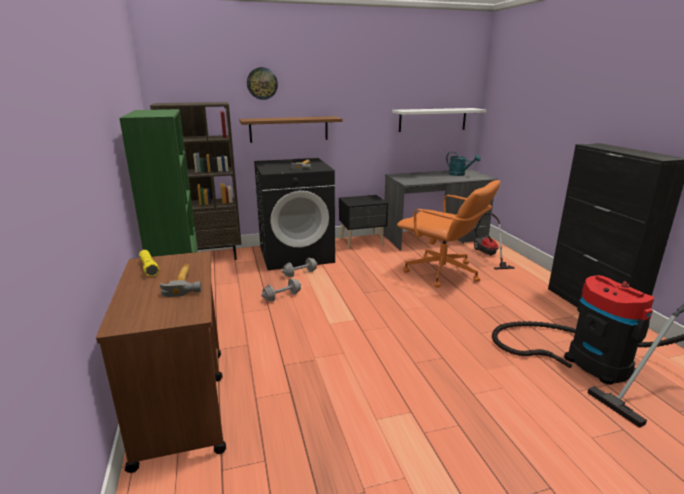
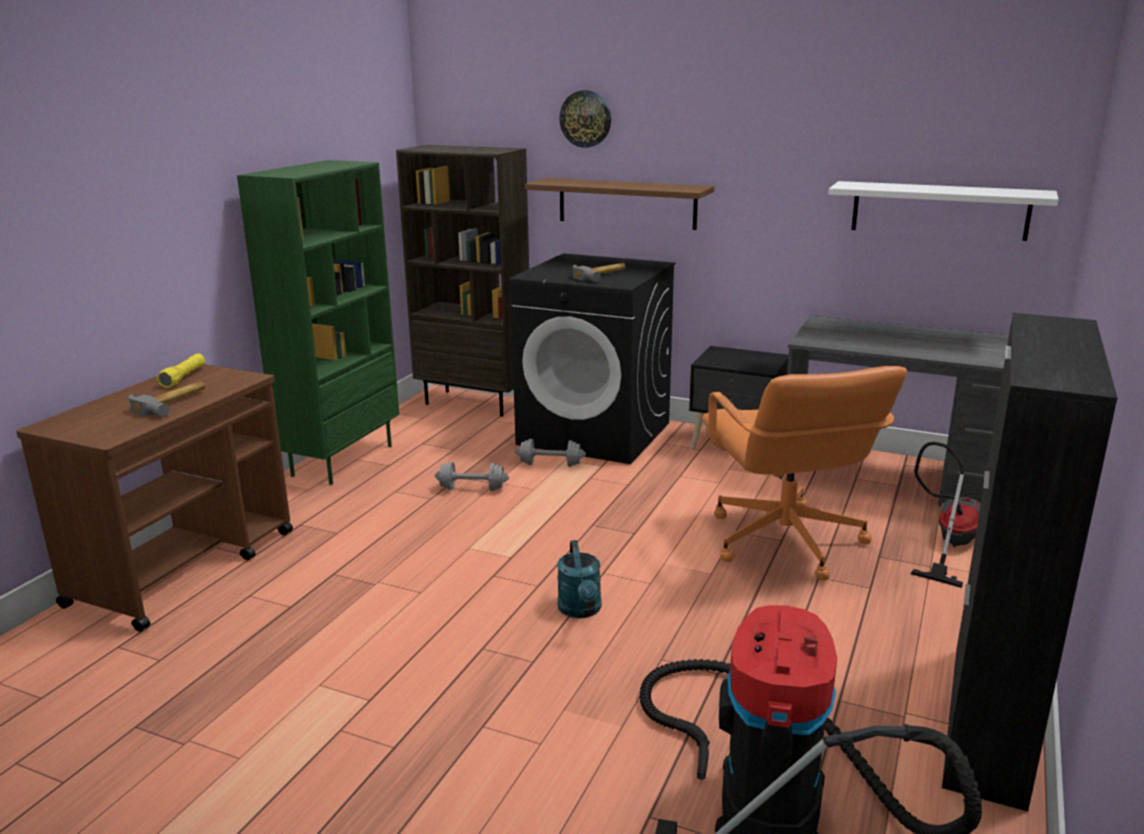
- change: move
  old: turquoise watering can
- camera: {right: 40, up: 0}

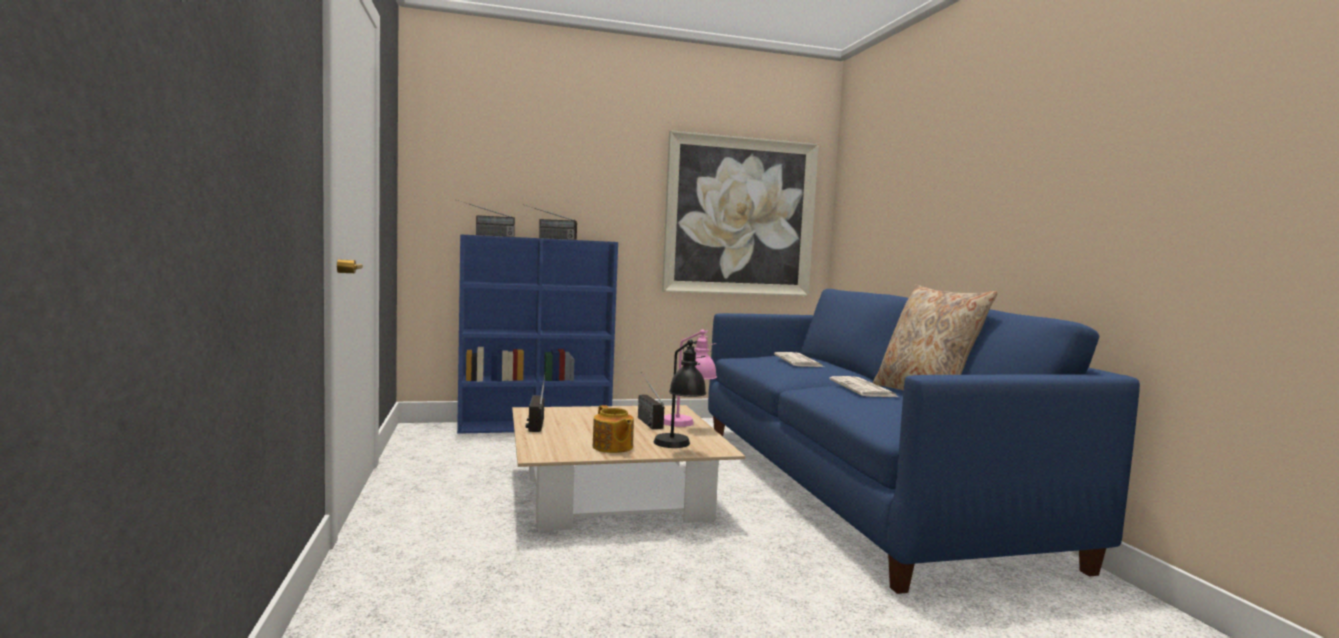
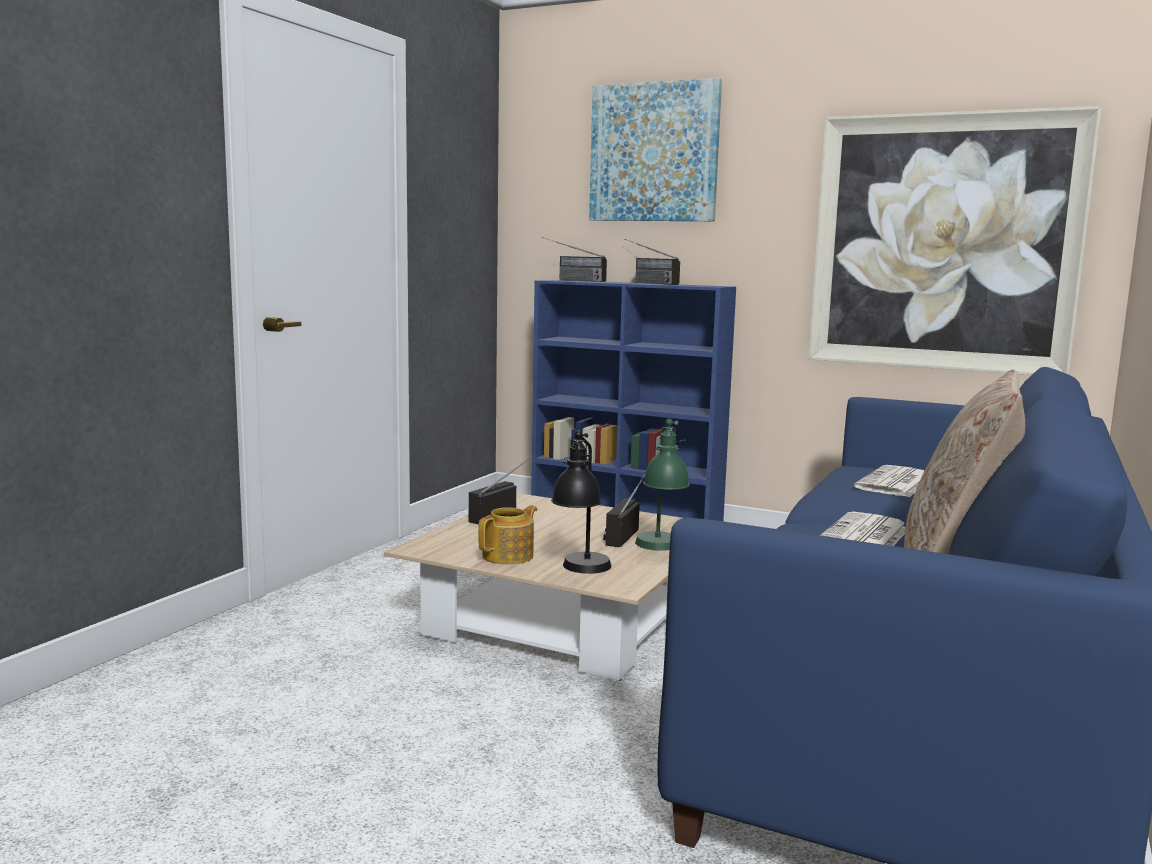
- change: rotate
  old: teapot
  degrees: -150
- change: insert
  new: picture (1st from left)
- change: recolor
  old: pink table lamp
  new: green table lamp
- camera: {right: 40, up: 5}

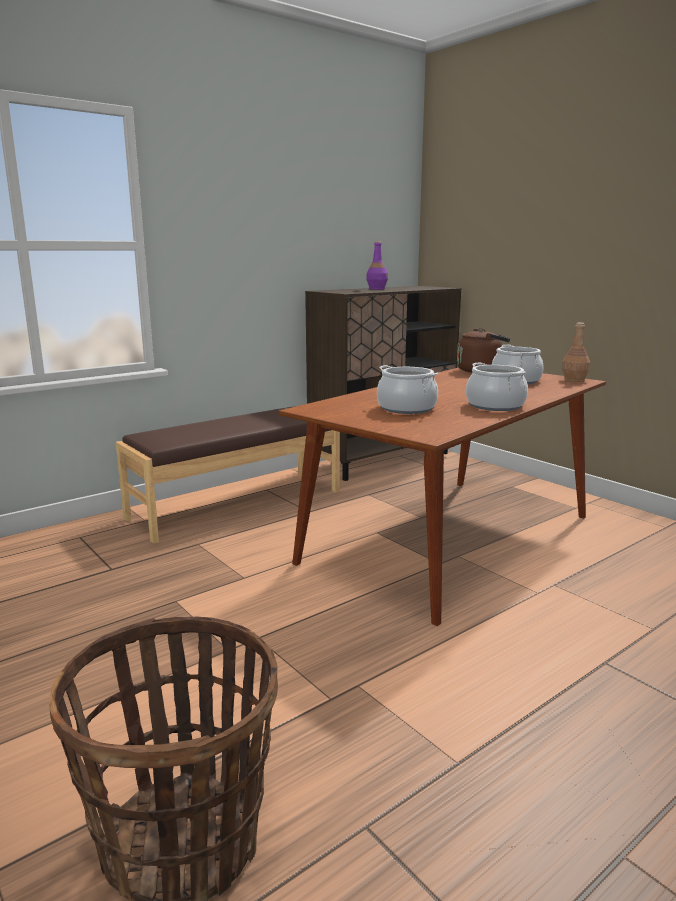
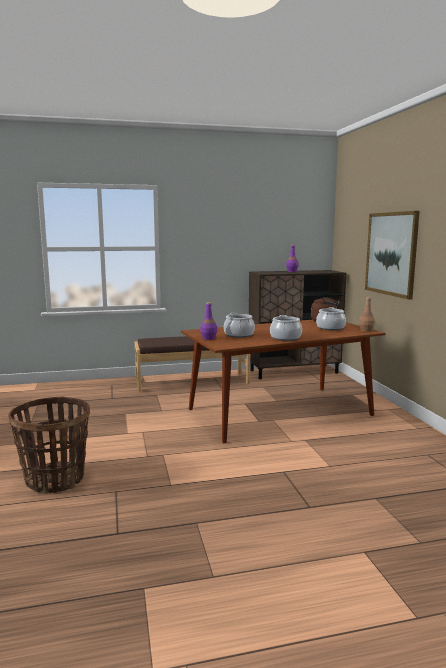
- change: insert
  new: purple bottle (1st from left)
- change: insert
  new: picture
- camera: {right: 25, up: -5}

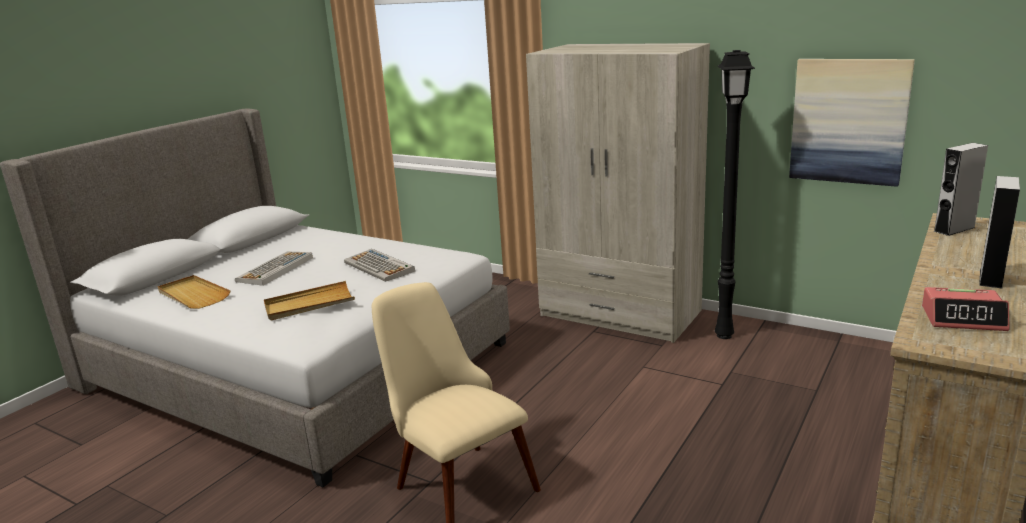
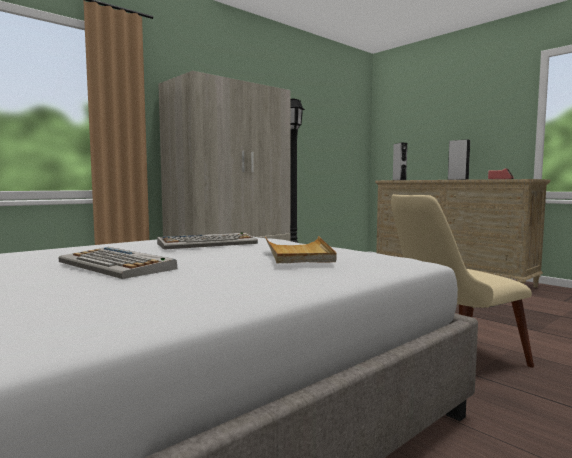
- change: delete
  old: beige tray (1st from left)
- change: delete
  old: picture
- camera: {right: -75, up: -15}

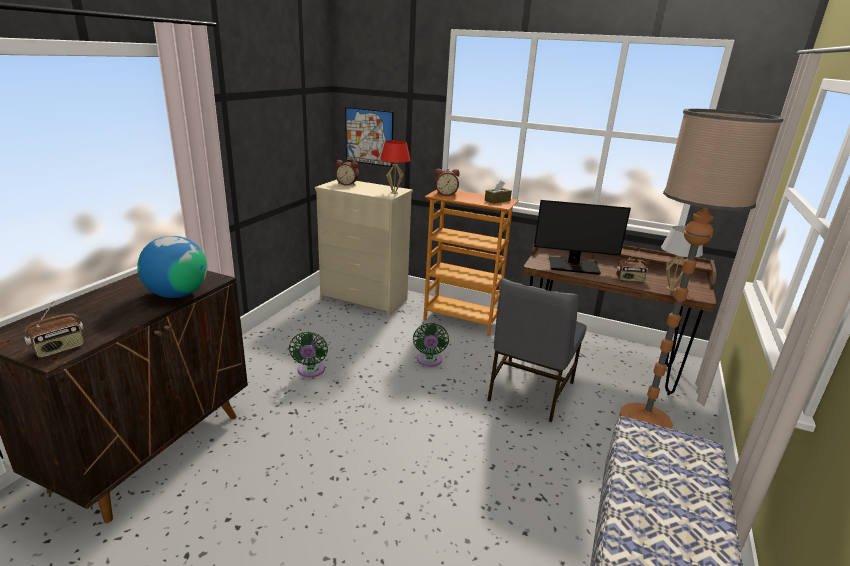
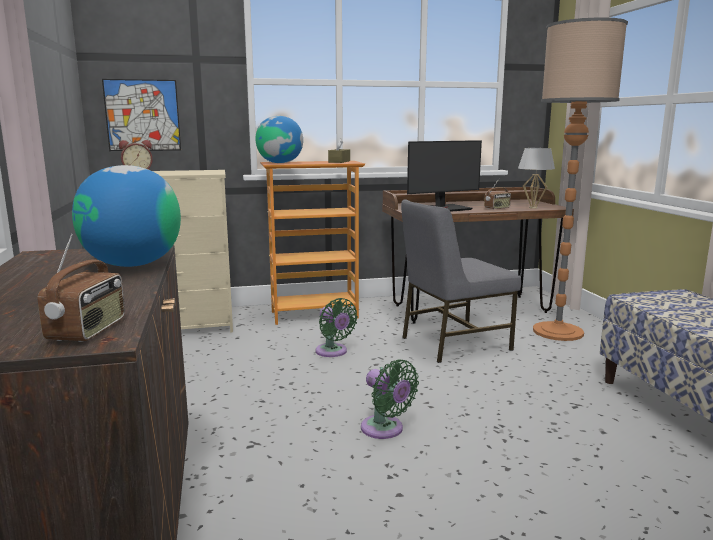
- change: replace
  old: alarm clock (2nd from left)
  new: globe (2nd from left)
- change: move
  old: green fan (1st from left in the first image)
  new: green fan (2nd from left)
- change: rotate
  old: grey chair
  degrees: 75
- change: delete
  old: red table lamp
- camera: {right: -35, up: -10}

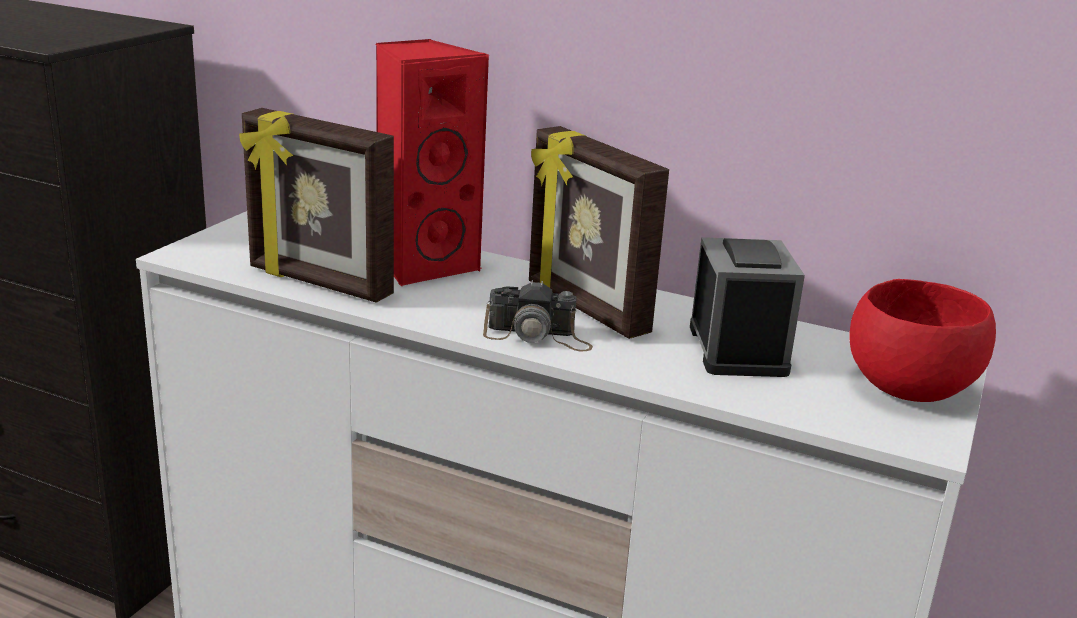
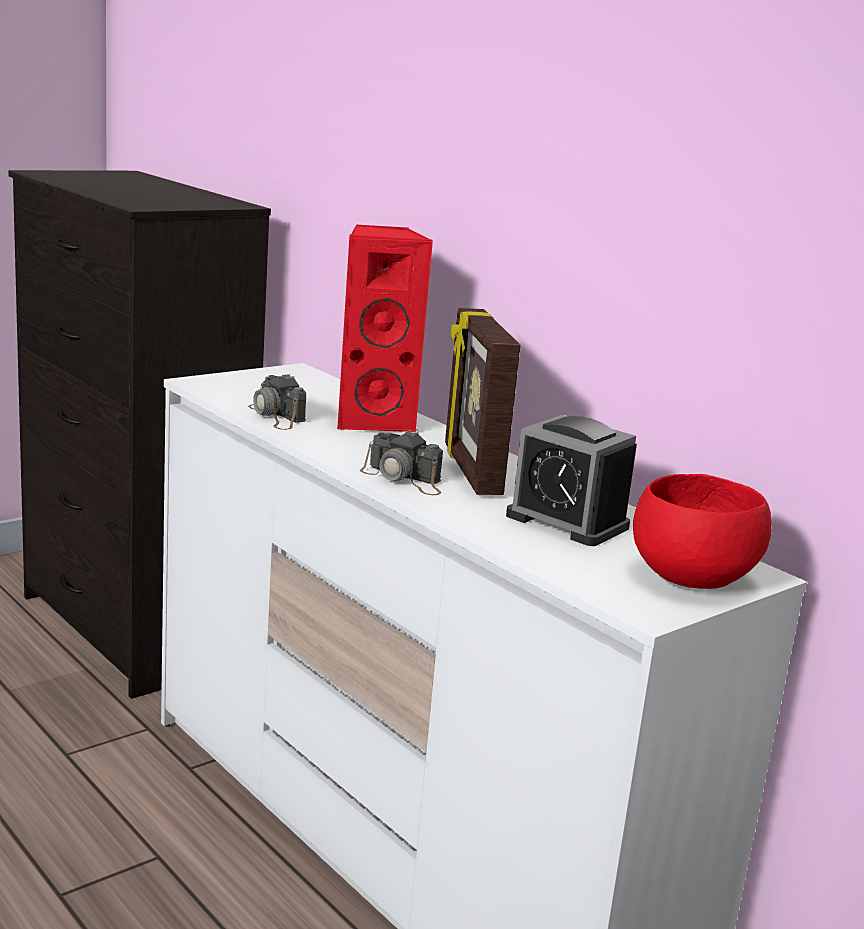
- change: replace
  old: picture frame (1st from left)
  new: photo camera (1st from left)
- change: rotate
  old: alarm clock
  degrees: 105
- camera: {right: 25, up: -5}

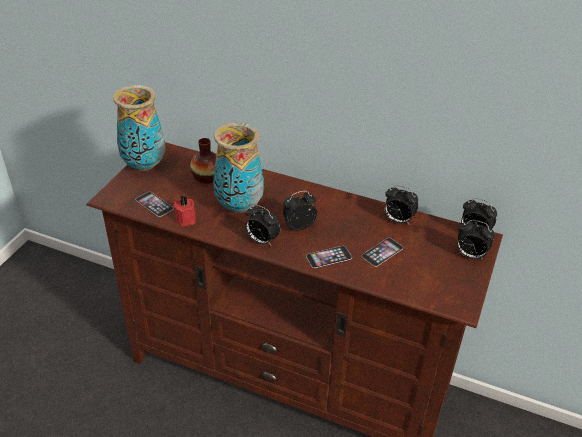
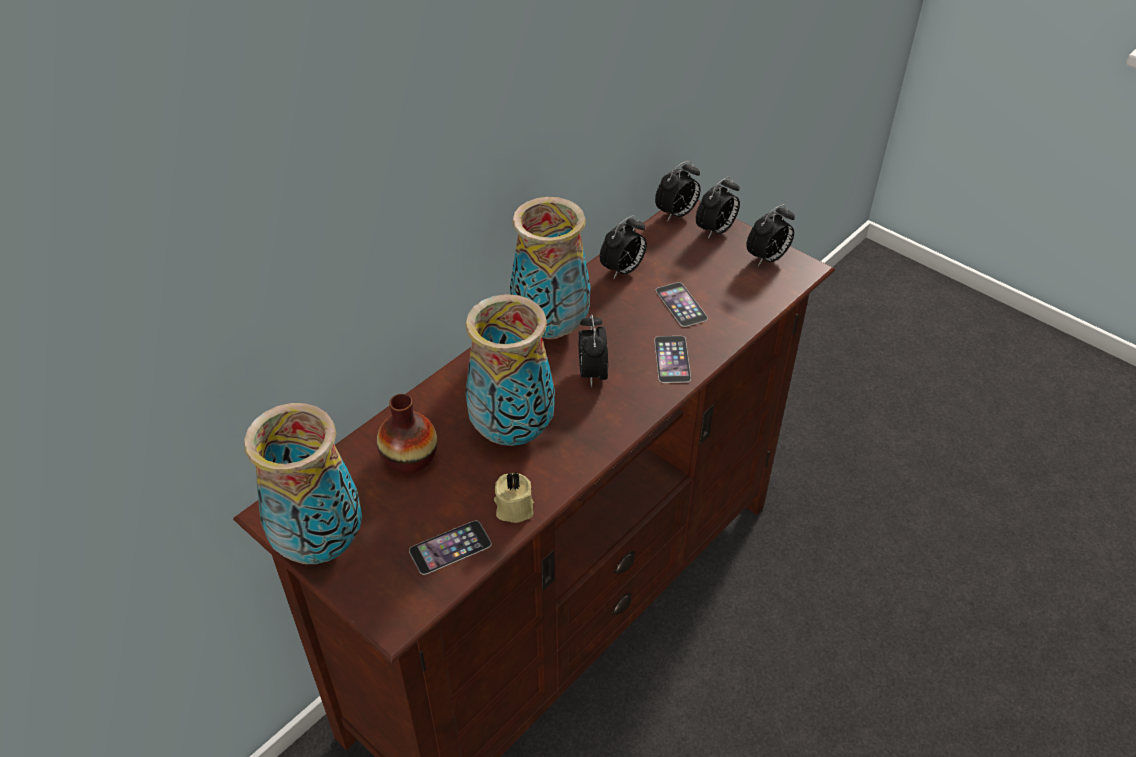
- change: recolor
  old: red candle
  new: beige candle
- change: insert
  new: vase (4th from left)
- change: move
  old: alarm clock (1st from left in the first image)
  new: alarm clock (5th from left)
- camera: {right: -70, up: 5}

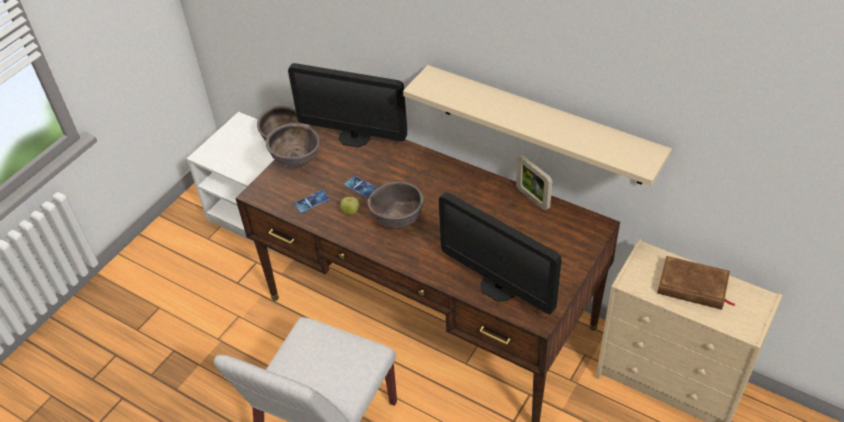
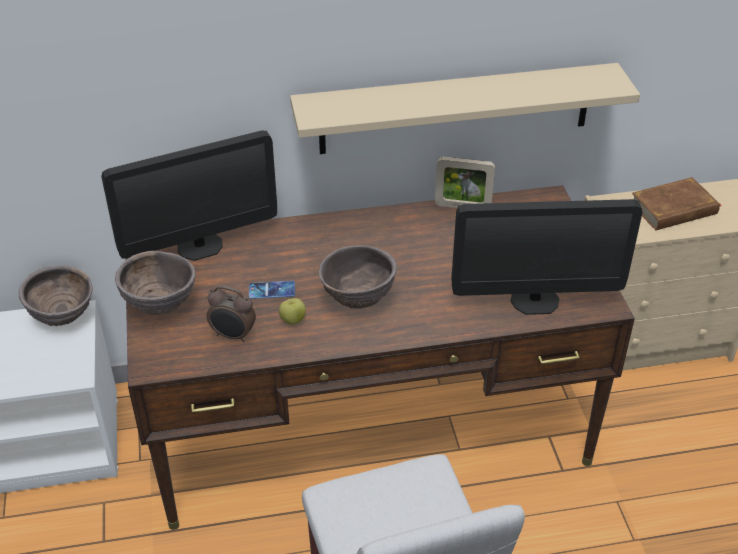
- change: replace
  old: phone (1st from left)
  new: alarm clock
- camera: {right: -45, up: -5}

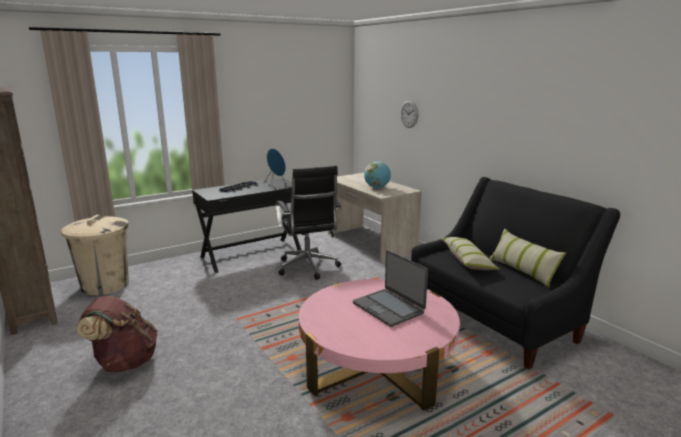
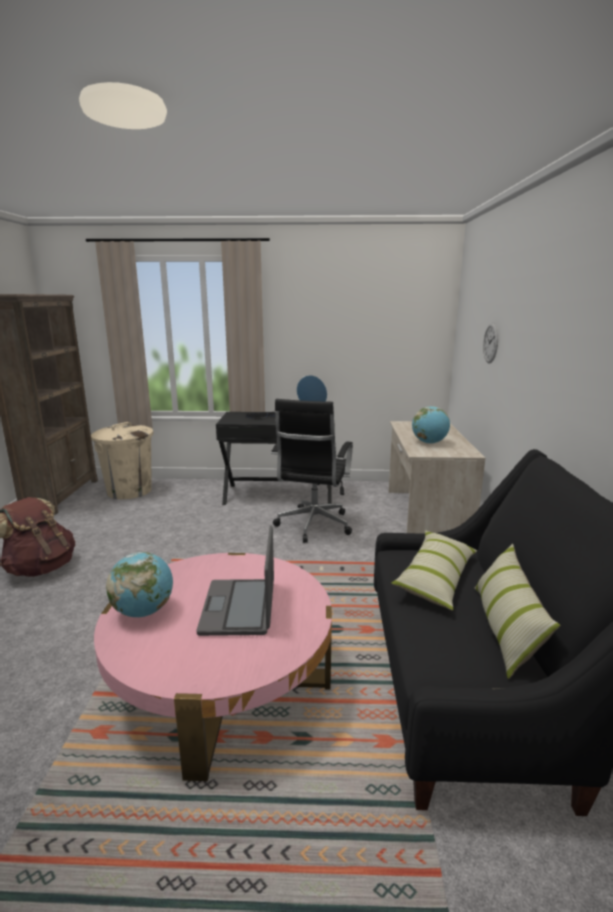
- change: insert
  new: globe (1st from left)
- camera: {right: 35, up: 0}

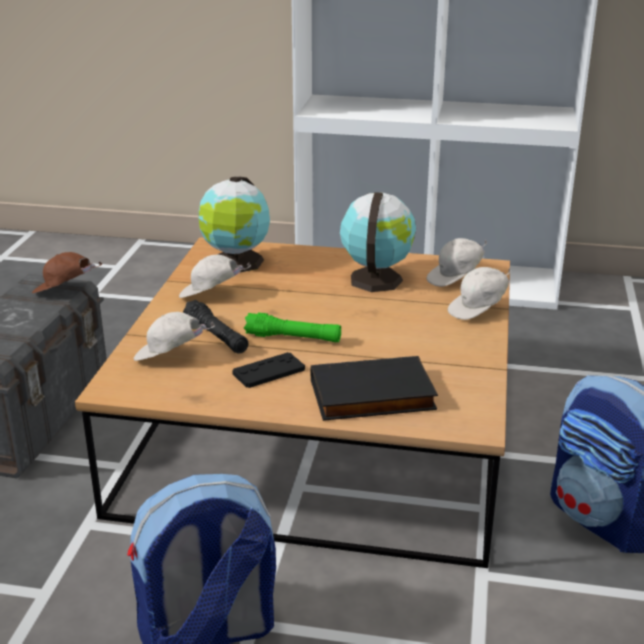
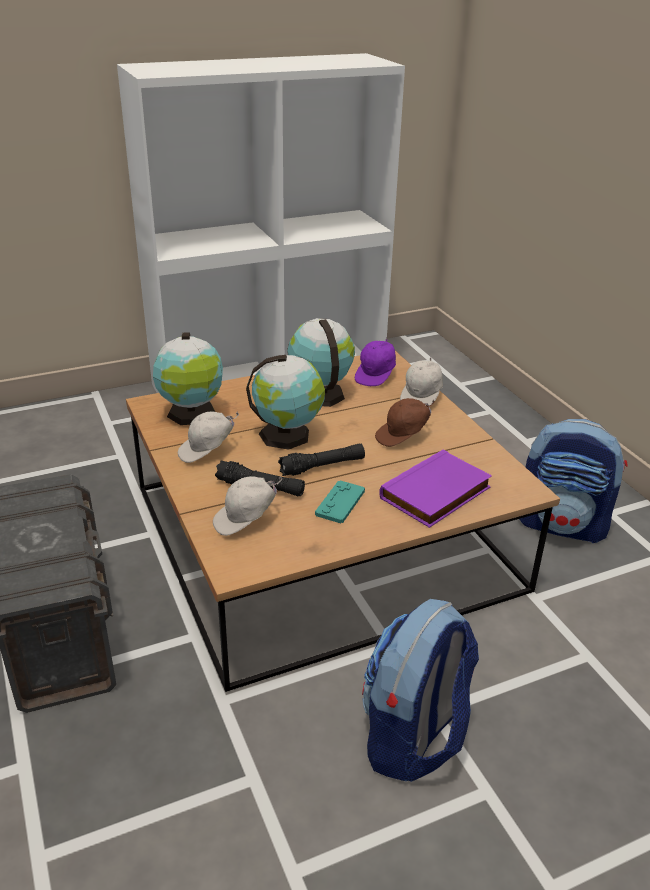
- change: insert
  new: globe (2nd from left)
- change: recolor
  old: green flashlight
  new: black flashlight (2nd from left)
- change: recolor
  old: black game controller
  new: turquoise game controller
- change: recolor
  old: white cap (3rd from left)
  new: purple cap
- change: move
  old: brown cap
- change: recolor
  old: black book
  new: purple book
- camera: {right: -35, up: 5}

